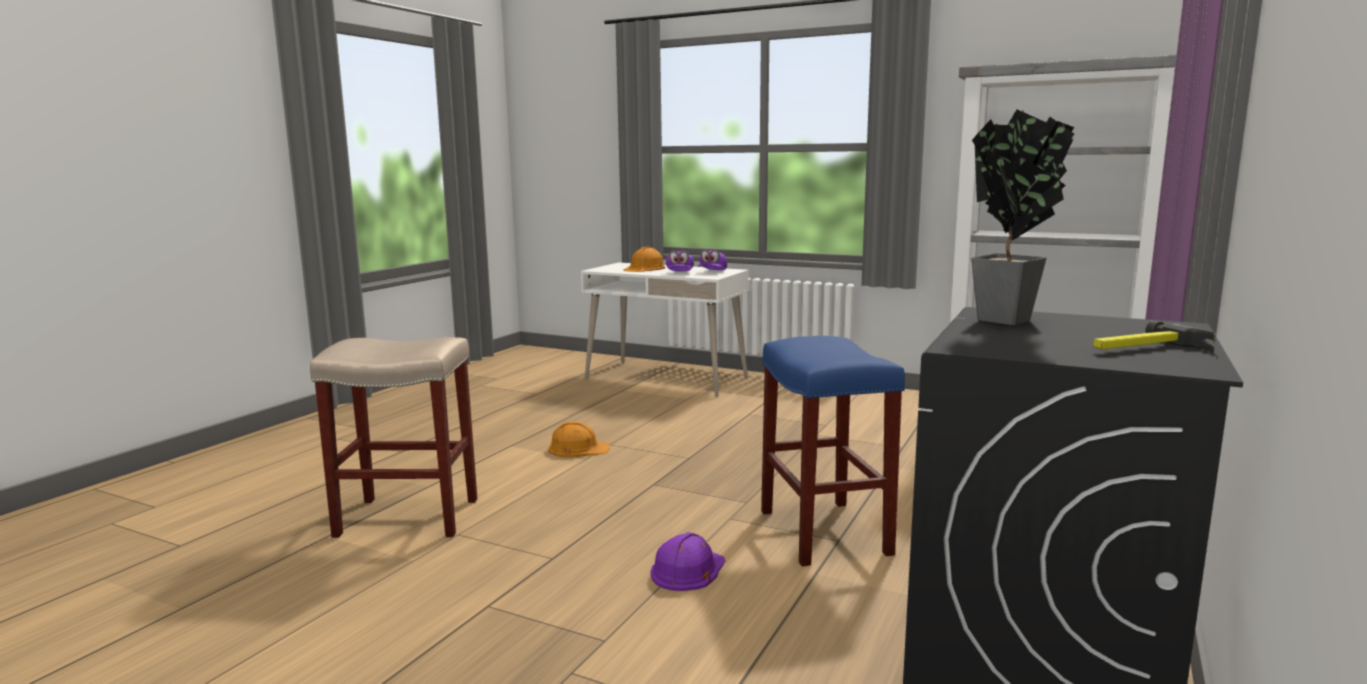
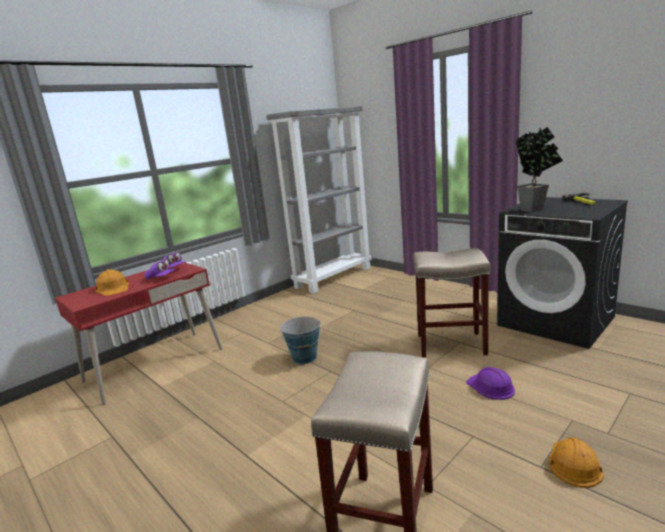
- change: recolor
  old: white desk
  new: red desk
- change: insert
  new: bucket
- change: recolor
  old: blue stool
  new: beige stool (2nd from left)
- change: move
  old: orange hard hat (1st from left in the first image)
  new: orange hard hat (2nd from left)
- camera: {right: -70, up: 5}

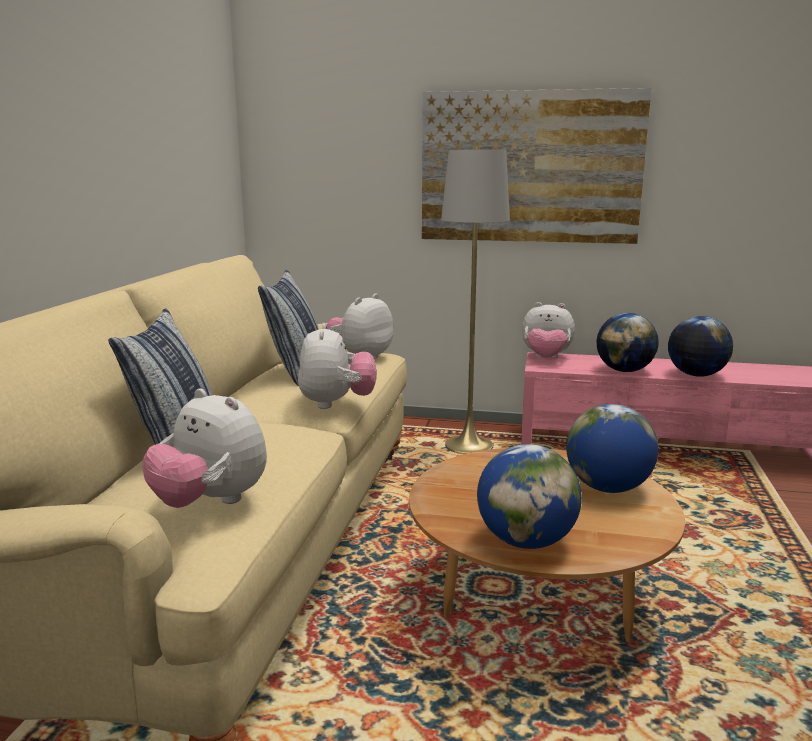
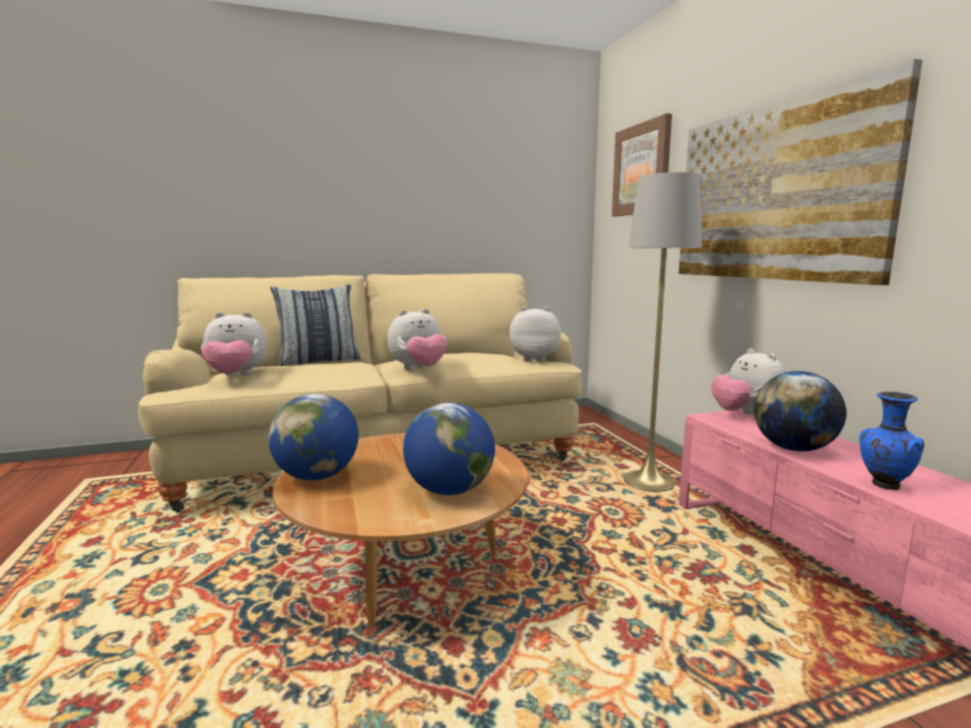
- change: rotate
  old: plush toy (1st from left)
  degrees: -105
- change: insert
  new: picture (1st from left)
- change: replace
  old: globe (4th from left)
  new: blue vase
- change: delete
  old: pillow (2nd from left)
- camera: {right: 60, up: -5}

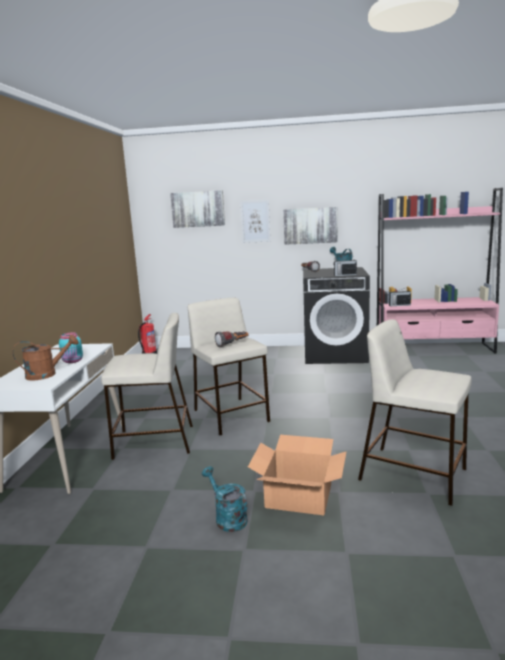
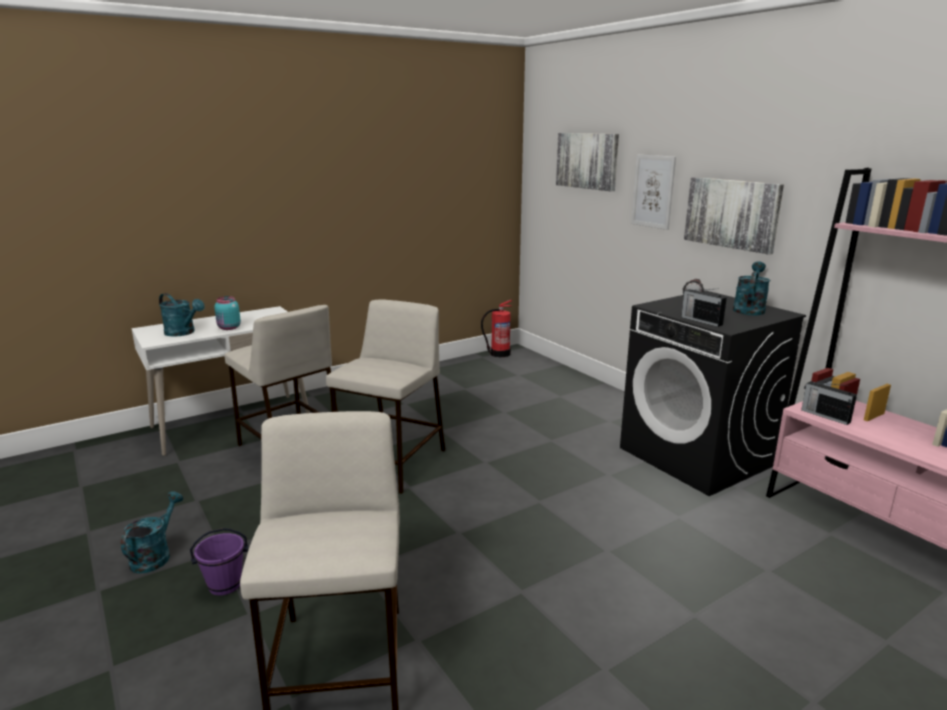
- change: recolor
  old: brown watering can
  new: turquoise watering can (2nd from left)
- change: replace
  old: cardboard box
  new: purple bucket
- change: delete
  old: flashlight (1st from left)
- camera: {right: 50, up: 5}

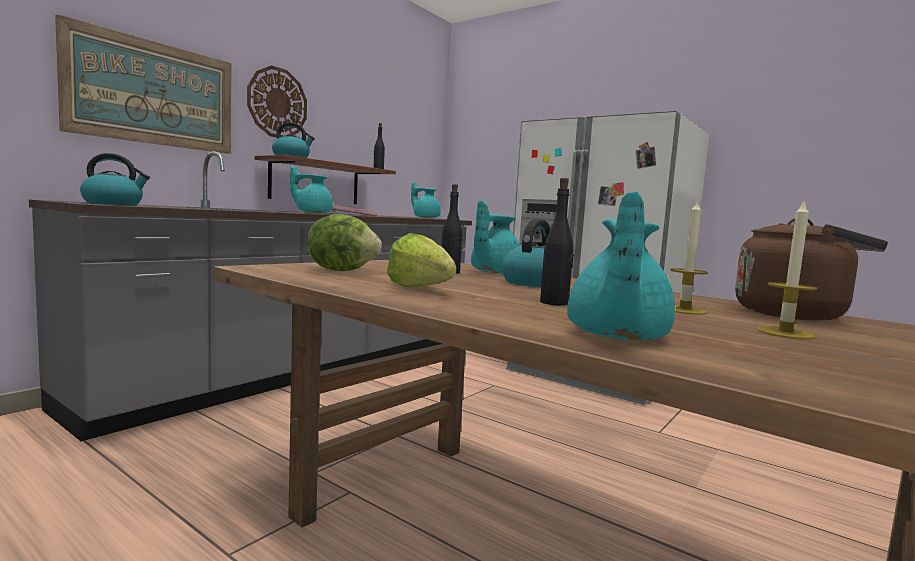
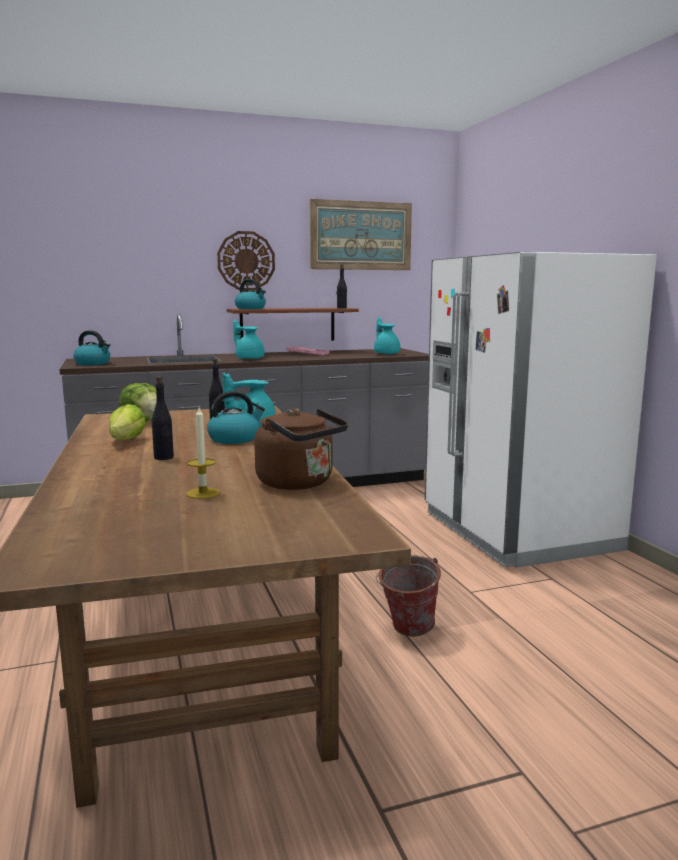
- change: move
  old: picture
- change: insert
  new: bucket
- change: delete
  old: turquoise teapot (4th from left)
- change: delete
  old: candle (1st from left)
- camera: {right: 35, up: 5}

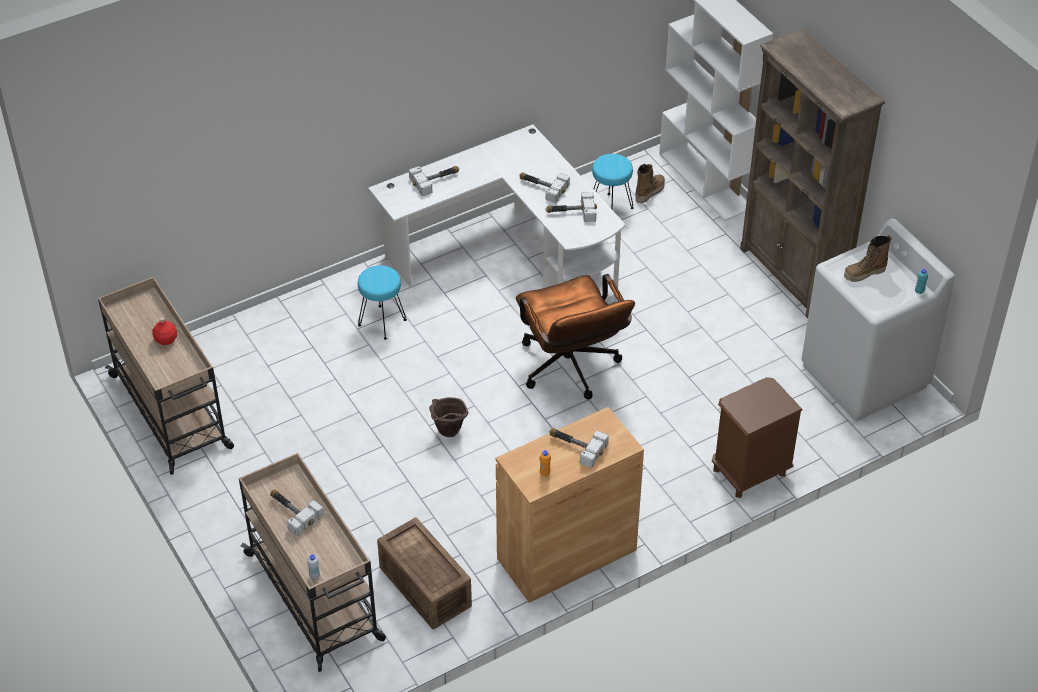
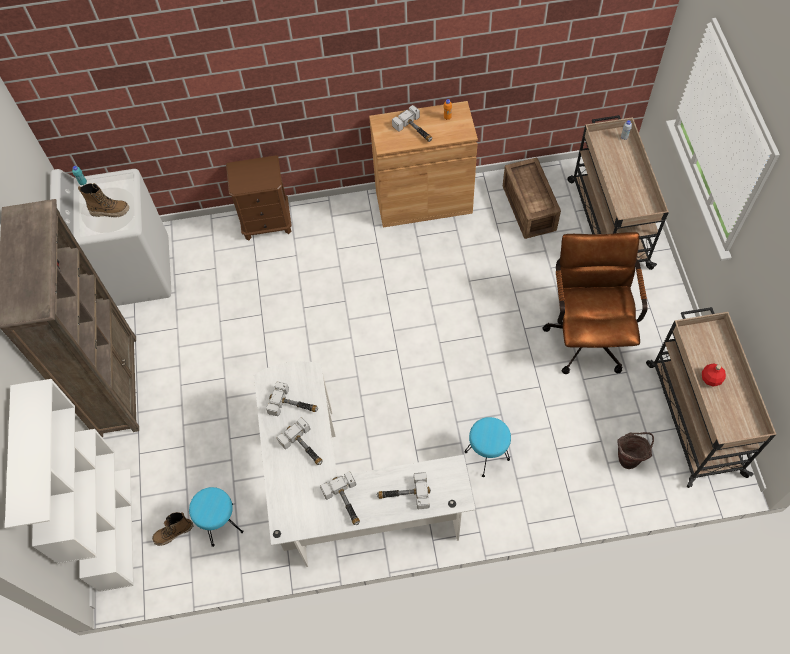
- change: move
  old: hammer (1st from left in the first image)
  new: hammer (3rd from left)
- change: move
  old: brown office chair
- change: move
  old: brown bucket
- camera: {right: -155, up: 15}

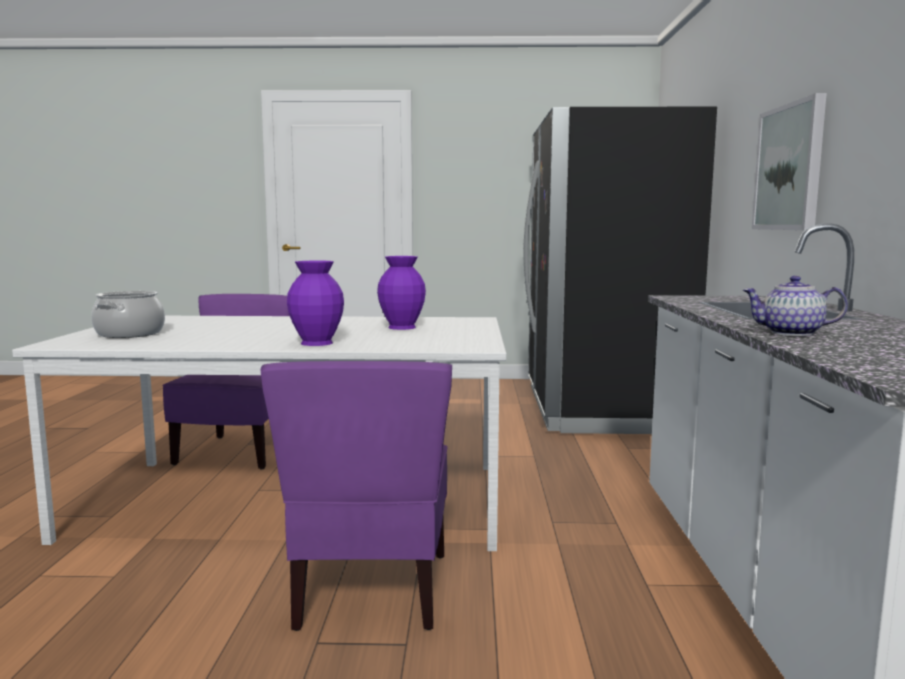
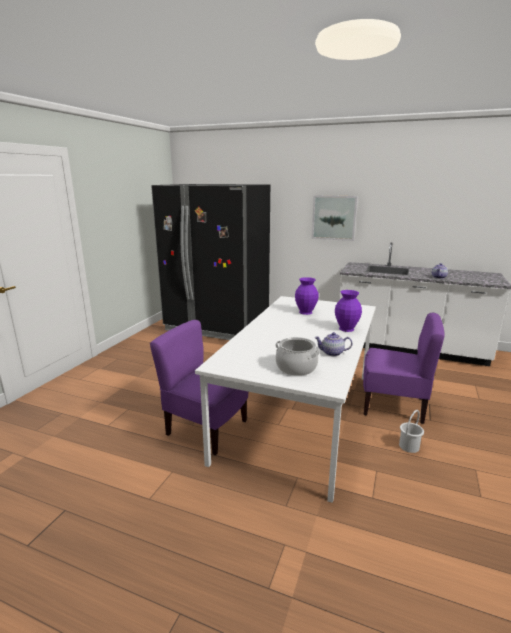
- change: insert
  new: teapot (1st from left)
- change: insert
  new: white bucket
- camera: {right: -70, up: 10}

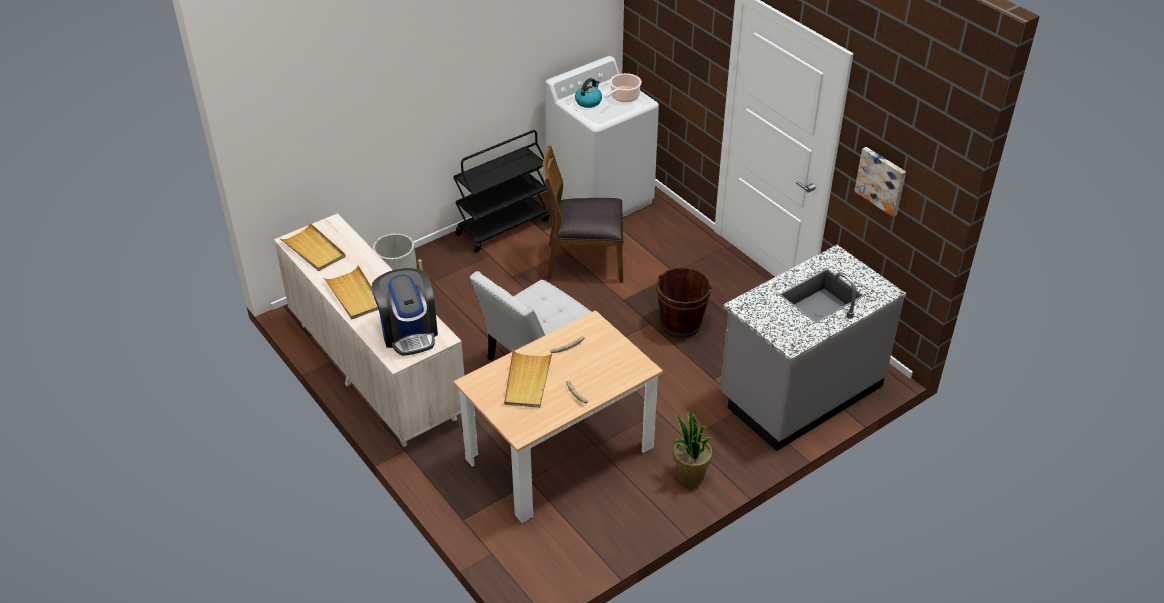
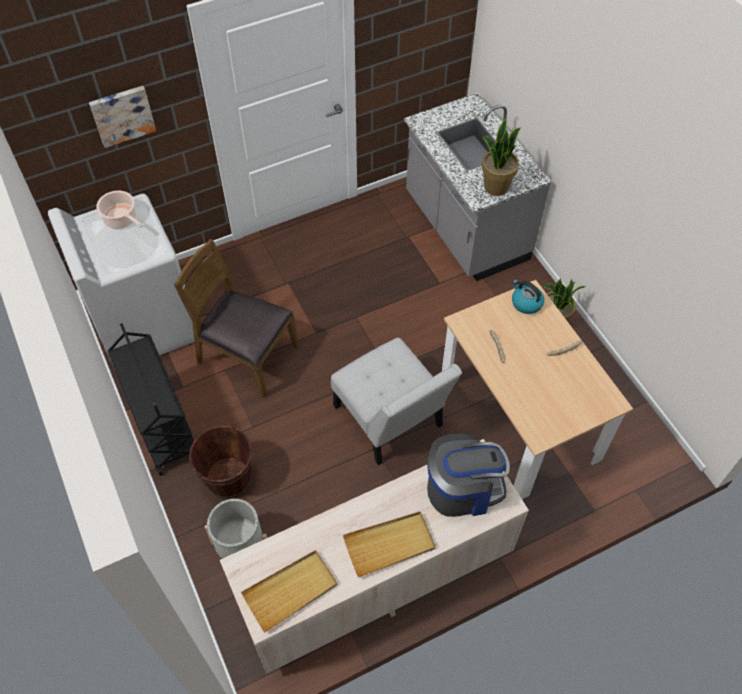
- change: move
  old: picture
- change: rotate
  old: brown chair
  degrees: 105
- change: move
  old: brown bucket
- change: insert
  new: potted plant (1st from left)
- change: move
  old: kettle
- change: delete
  old: beige tray (3rd from left)
- camera: {right: -80, up: 15}

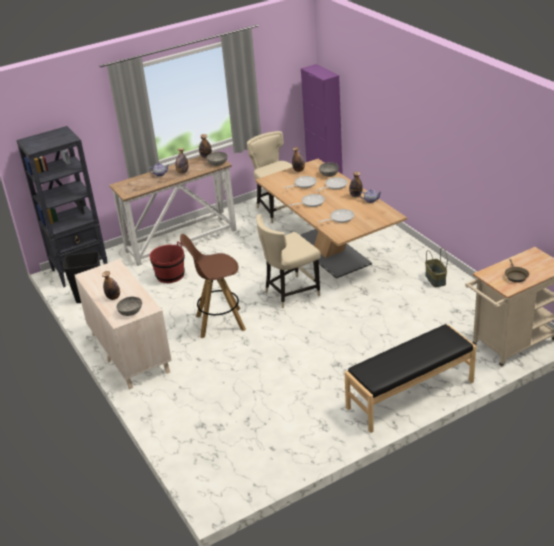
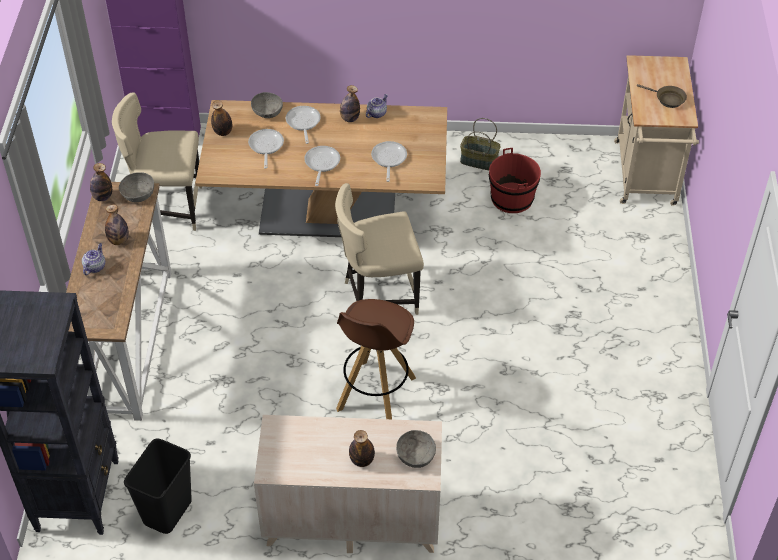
- change: rotate
  old: beige chair (2nd from left)
  degrees: 75
- change: move
  old: red bucket
- change: delete
  old: black bench
- camera: {right: -60, up: 15}

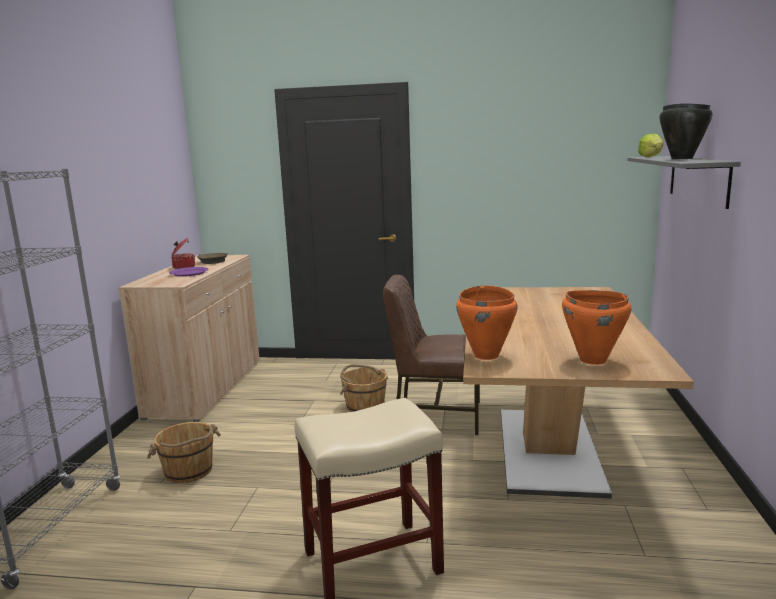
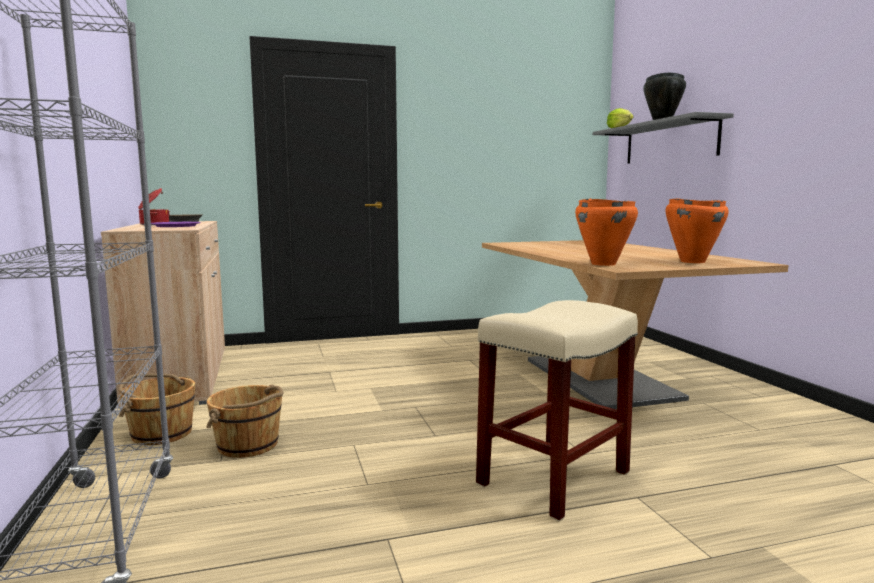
- change: move
  old: brown bucket (2nd from left in the first image)
  new: brown bucket (1st from left)
- change: delete
  old: brown chair
- camera: {right: -25, up: -5}

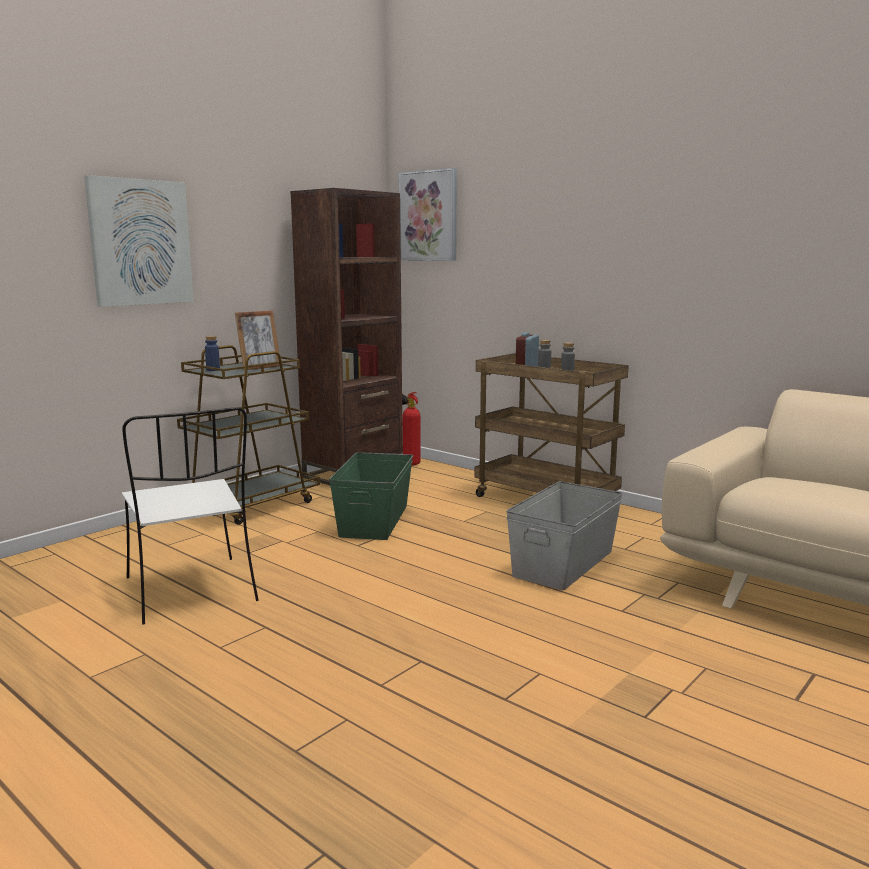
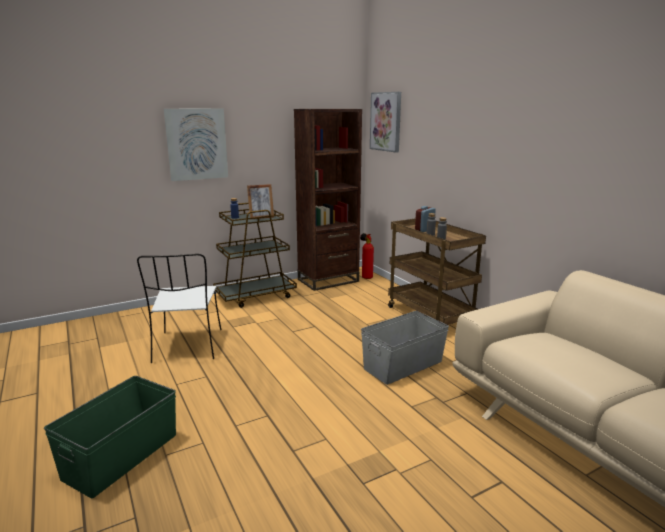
- change: move
  old: green storage box
- camera: {right: 20, up: 5}

